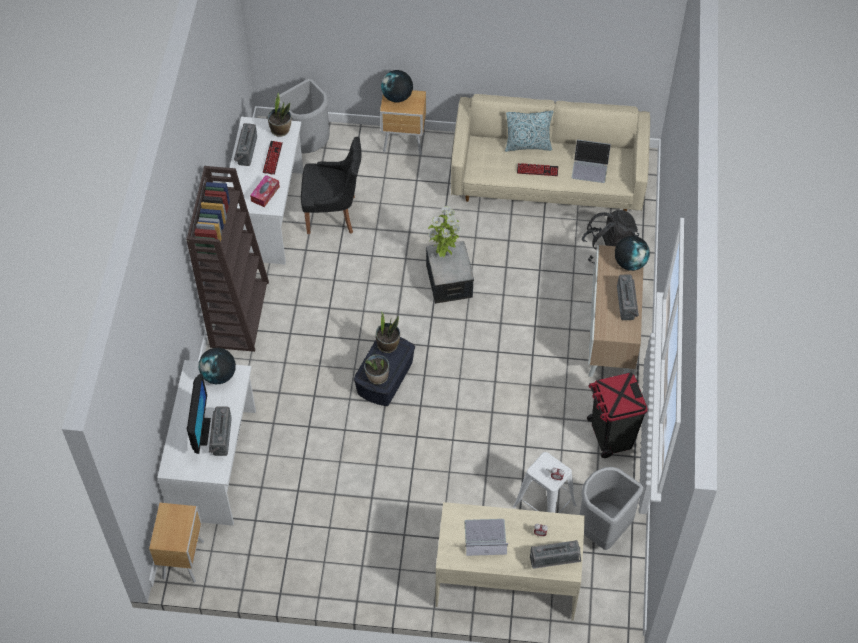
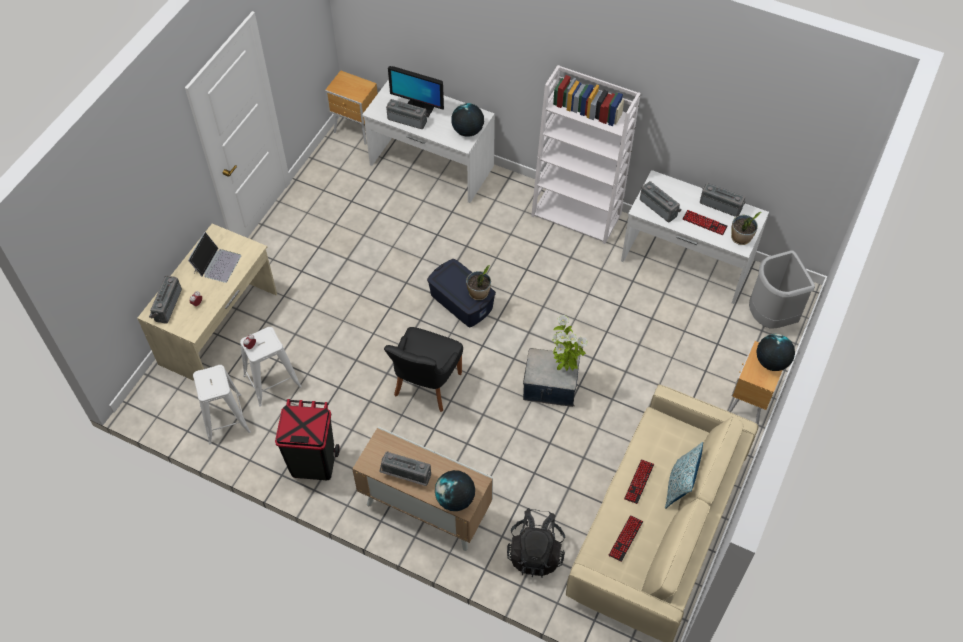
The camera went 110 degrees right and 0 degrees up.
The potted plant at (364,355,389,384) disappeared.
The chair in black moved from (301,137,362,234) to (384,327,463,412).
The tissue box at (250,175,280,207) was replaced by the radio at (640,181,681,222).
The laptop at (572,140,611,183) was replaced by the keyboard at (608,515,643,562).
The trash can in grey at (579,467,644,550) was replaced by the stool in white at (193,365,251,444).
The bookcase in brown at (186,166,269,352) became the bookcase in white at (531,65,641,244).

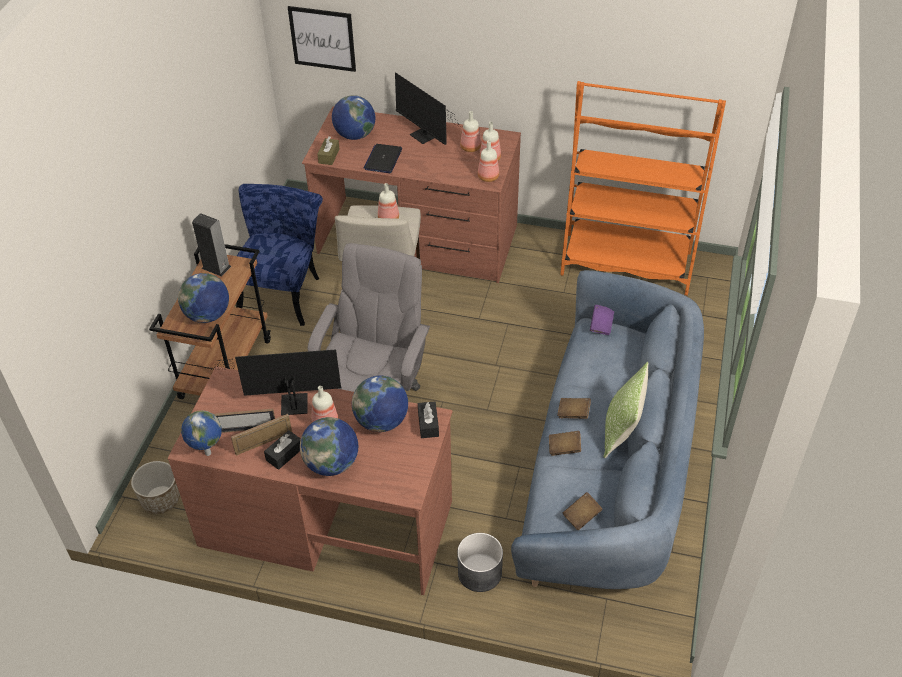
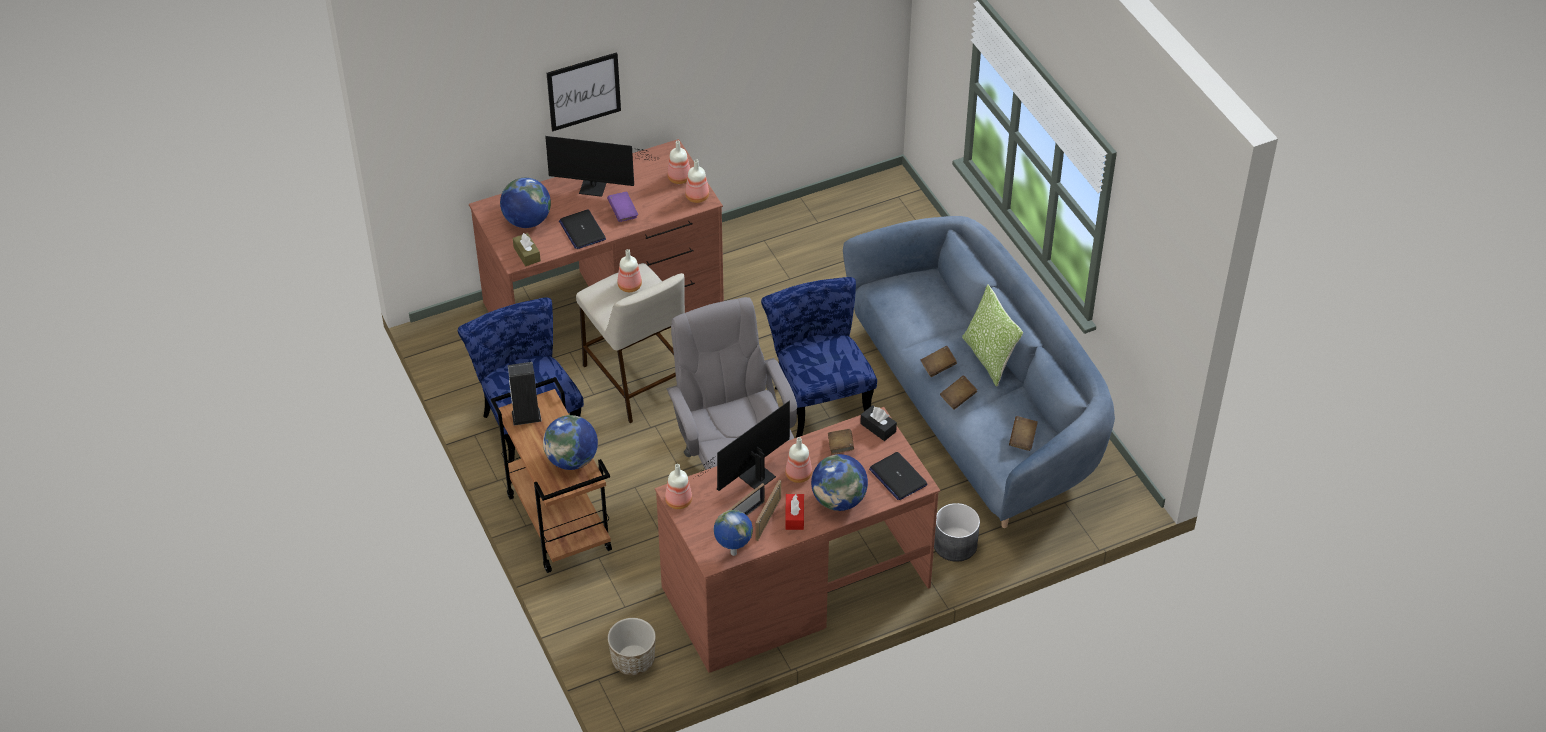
The camera went 40 degrees left and 0 degrees up.
The bookcase in orange at (560,81,726,296) disappeared.
The chair in blue at (761,277,877,438) appeared.
The laptop at (869,452,928,500) appeared.
The picture moved from (288,6,356,72) to (547,52,621,131).
The bottle moved from (460,111,481,152) to (665,464,692,509).
The book in purple moved from (590,305,614,335) to (607,191,638,222).
The globe at (352,376,408,432) was replaced by the book in brown at (828,429,854,455).
The tissue box in black at (264,430,301,470) became the tissue box in red at (785,494,804,530).

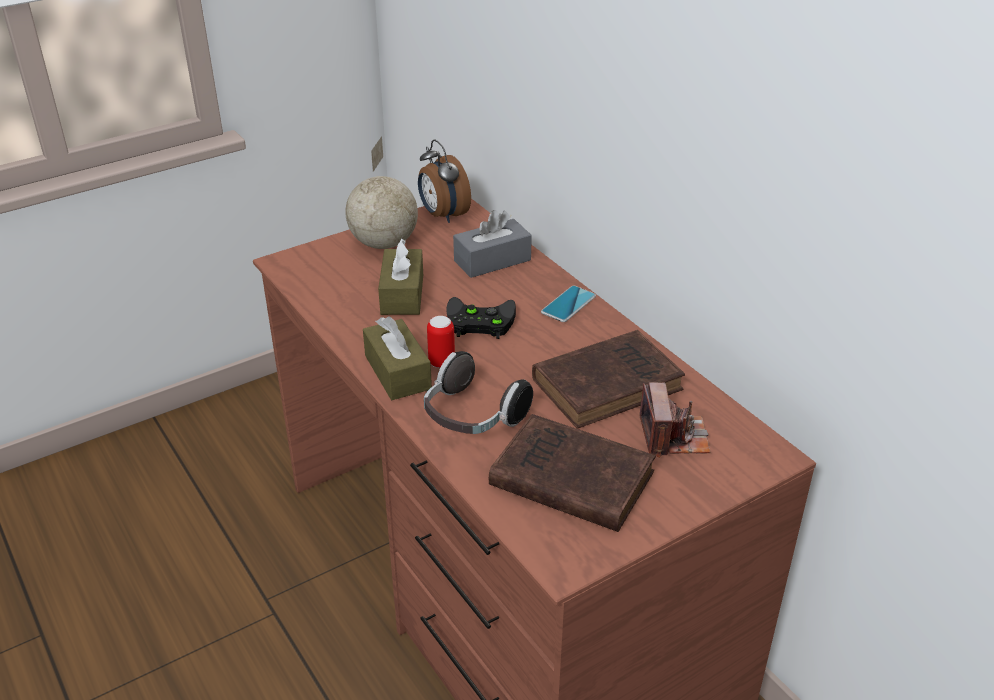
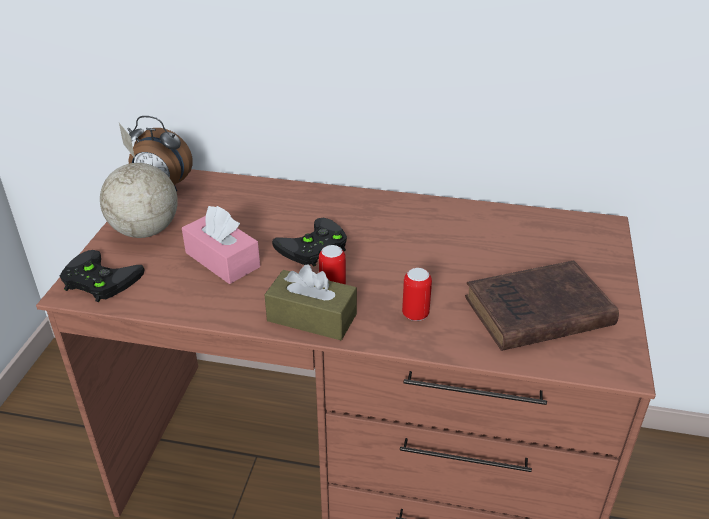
The camera went 45 degrees left and 0 degrees up.
The tissue box in grey at (453,210,532,278) disappeared.
The book in brown at (532,330,685,429) disappeared.
The phone at (541,285,596,322) disappeared.
The photo camera at (639,382,710,458) disappeared.
The game controller in black at (60,250,145,302) appeared.
The headphones at (424,351,533,434) was replaced by the can at (402,268,432,321).
The tissue box in brown at (378,239,423,315) became the tissue box in pink at (182,206,260,284).

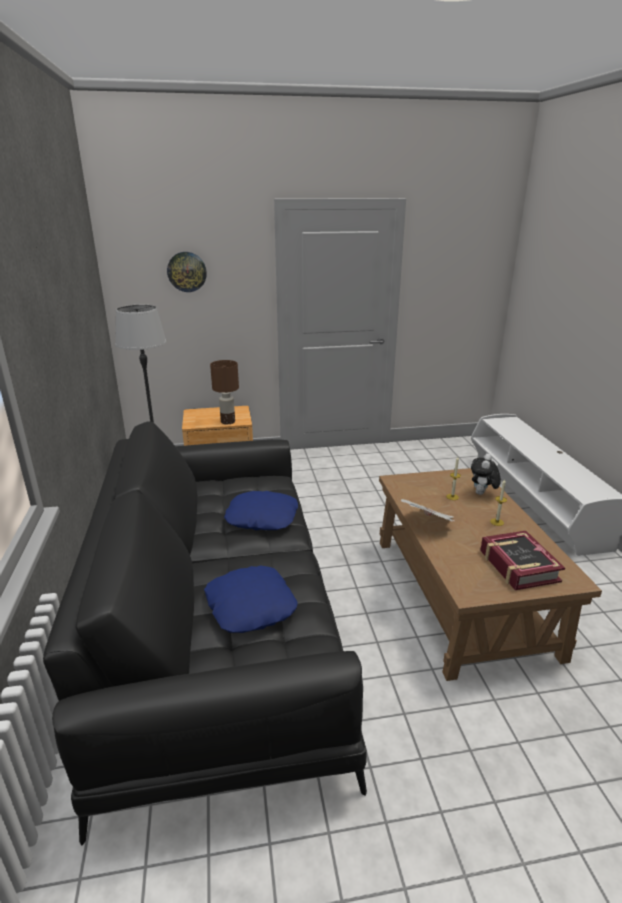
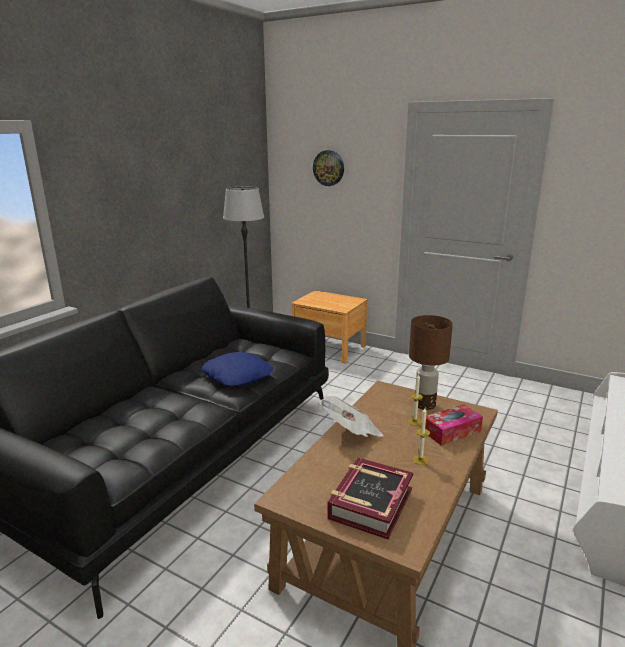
The camera went 40 degrees right and 5 degrees down.
The pillow in blue at (204,565,298,633) disappeared.
The table lamp in brown moved from (210,360,239,424) to (409,315,453,410).
The plush toy at (471,454,501,495) was replaced by the tissue box at (425,404,483,446).

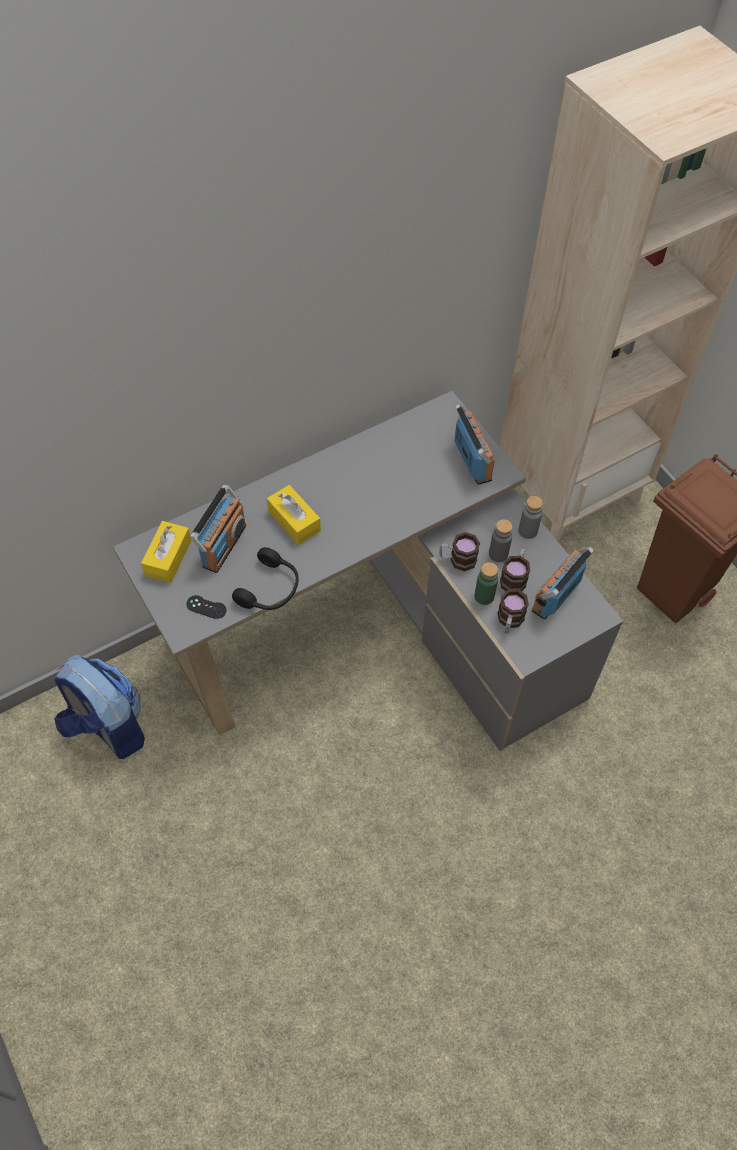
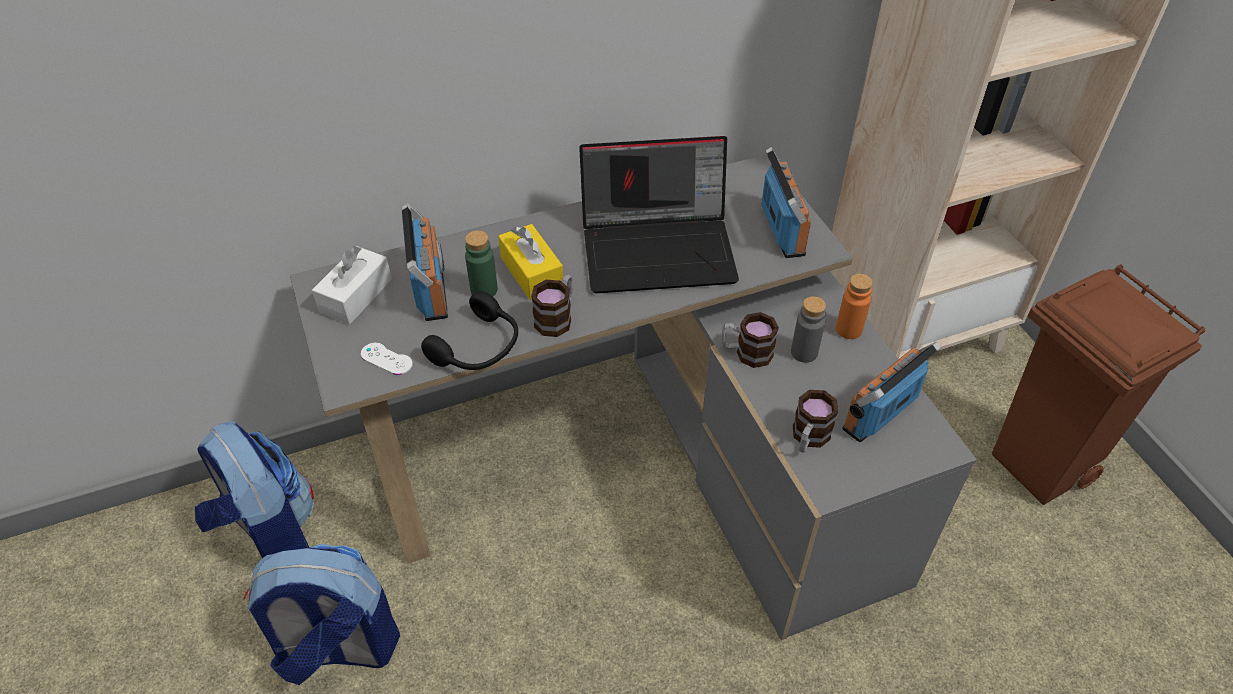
The camera went 10 degrees right and 10 degrees down.
The backpack at (244,544,400,685) appeared.
The laptop at (579,136,739,293) appeared.
The bottle in green moved from (475,562,498,605) to (465,230,498,296).
The mug moved from (500,549,530,591) to (531,275,573,337).
The tissue box in yellow at (141,521,192,583) became the tissue box in white at (312,246,392,324).
The game controller in black at (186,595,226,619) became the game controller in white at (361,343,413,375).
The bottle in grey at (519,496,543,539) became the bottle in orange at (836,273,873,339).
The radio at (190,485,246,573) turned 45 degrees counterclockwise.

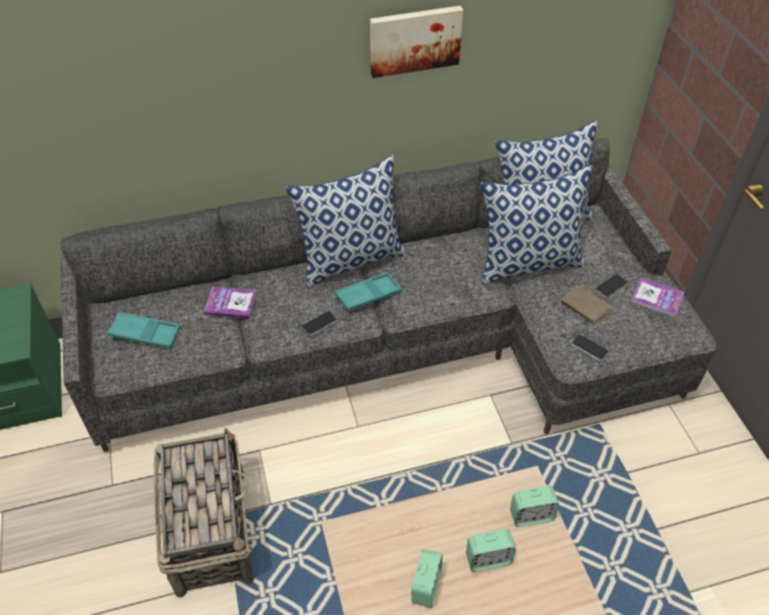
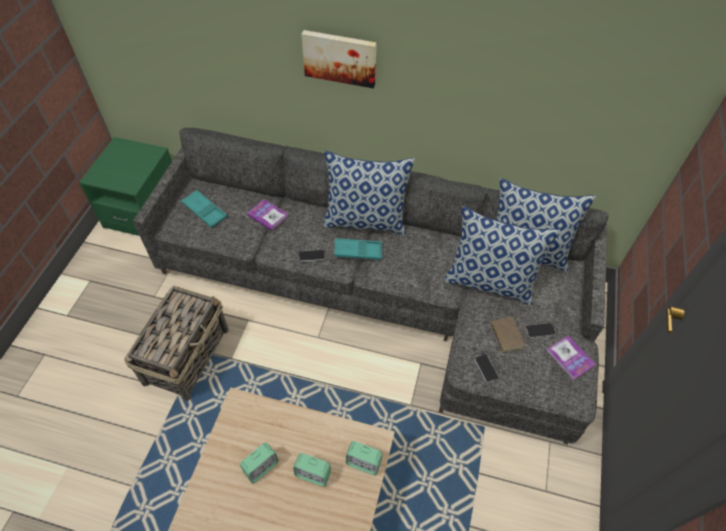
The camera went 30 degrees right and 5 degrees up.
The picture moved from (370,6,463,78) to (301,30,377,88).

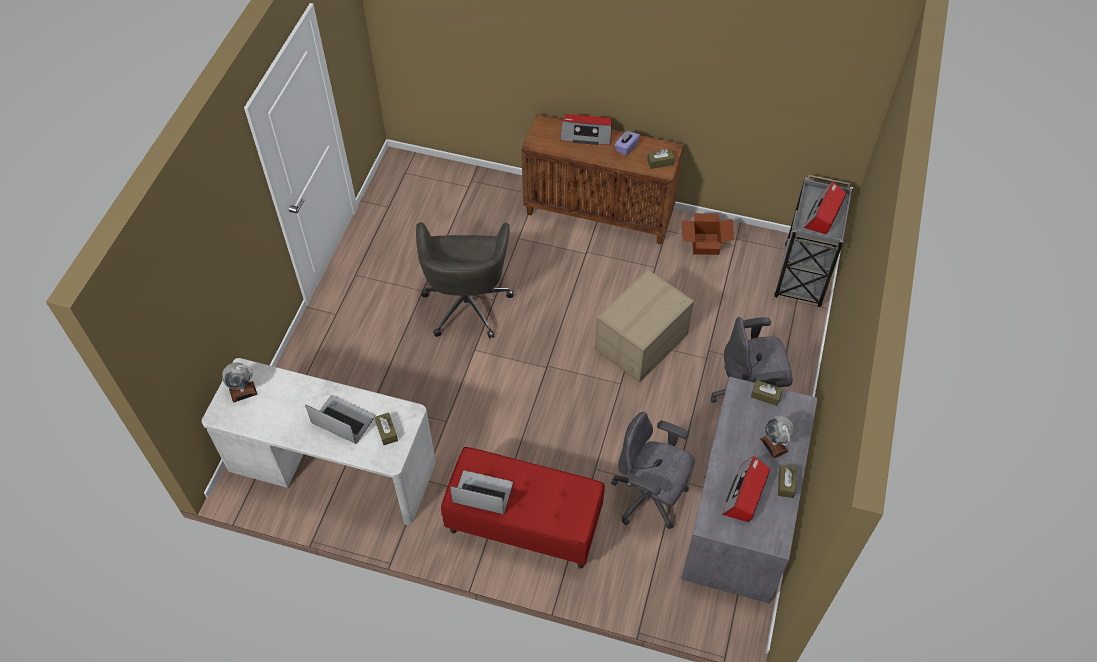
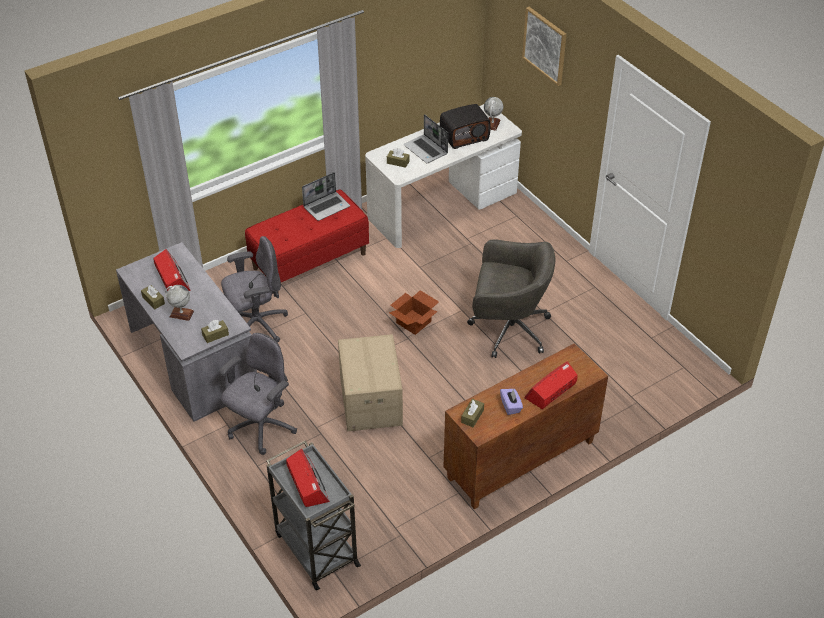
The camera went 130 degrees right and 10 degrees down.
The radio at (440,104,491,149) appeared.
The picture at (522,7,567,86) appeared.
The cardboard box moved from (681,213,734,255) to (389,290,439,335).
The laptop at (305,395,375,444) turned 75 degrees clockwise.
The office chair in grey at (416,222,514,339) turned 150 degrees clockwise.

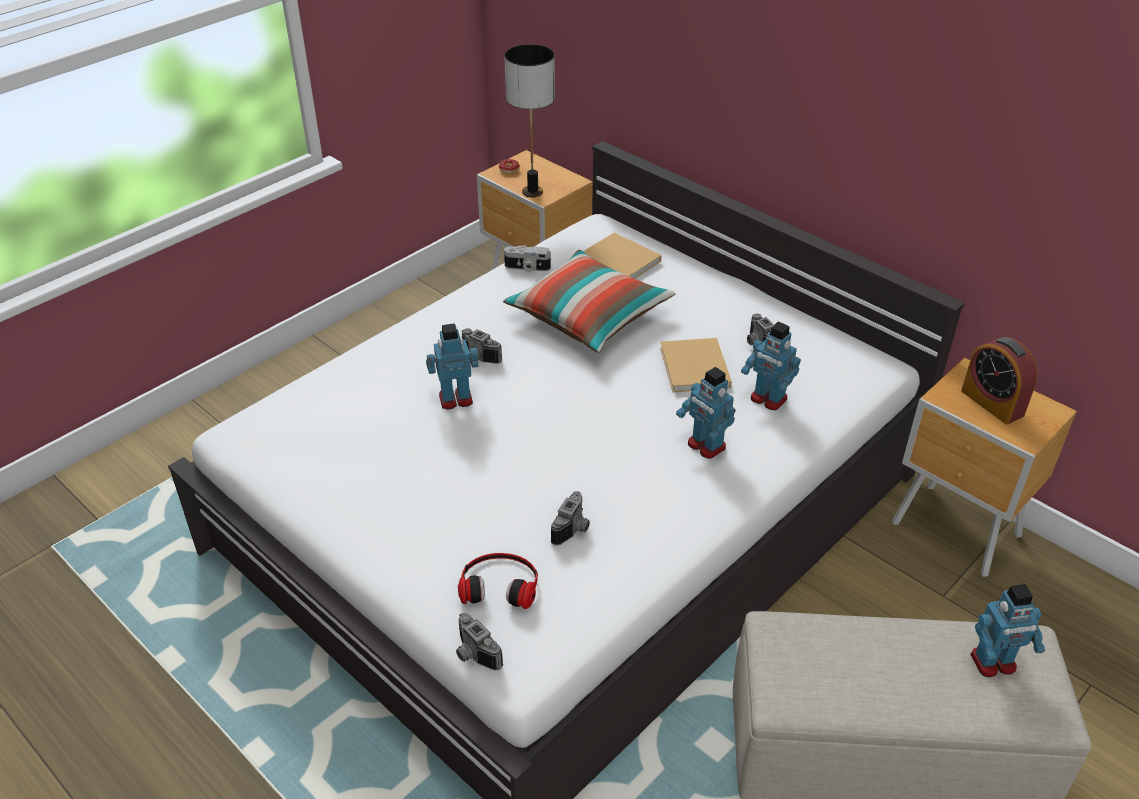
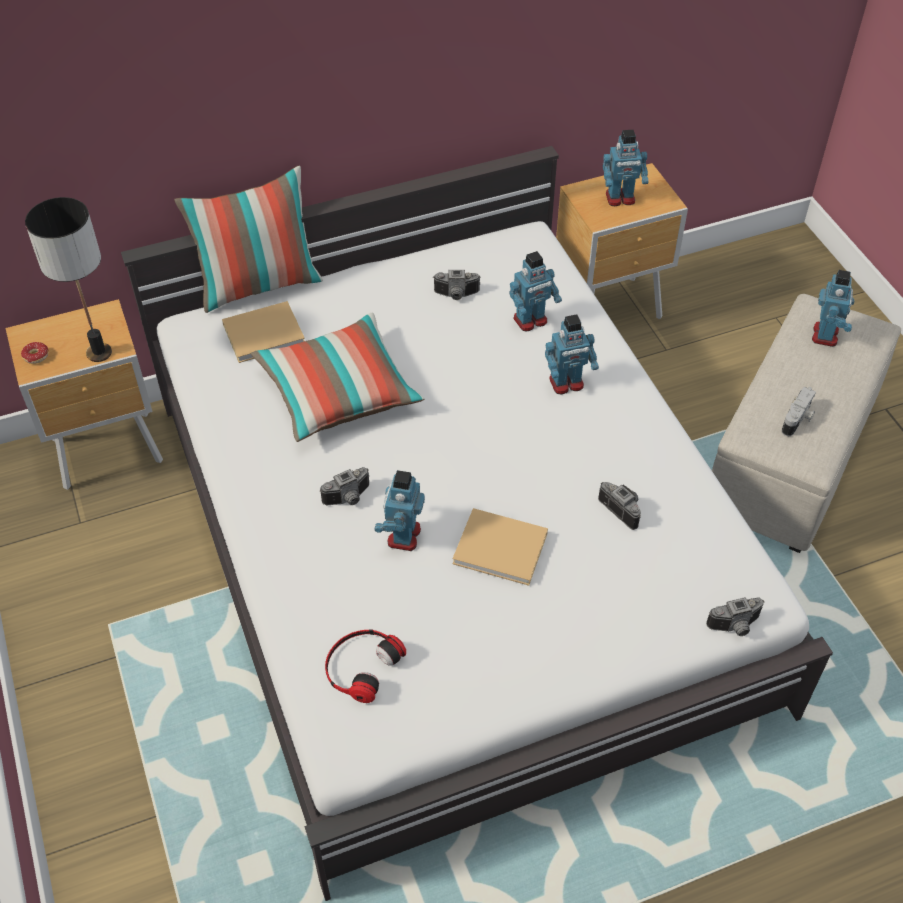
The camera went 65 degrees left and 10 degrees up.
The pillow at (174,166,323,313) appeared.
The headphones moved from (458,553,538,609) to (325,629,406,703).
The photo camera moved from (504,245,551,272) to (782,387,816,436).
The book in beige moved from (660,338,732,393) to (453,508,548,586).
The alarm clock at (961,337,1038,425) was replaced by the toy robot at (603,130,648,206).

